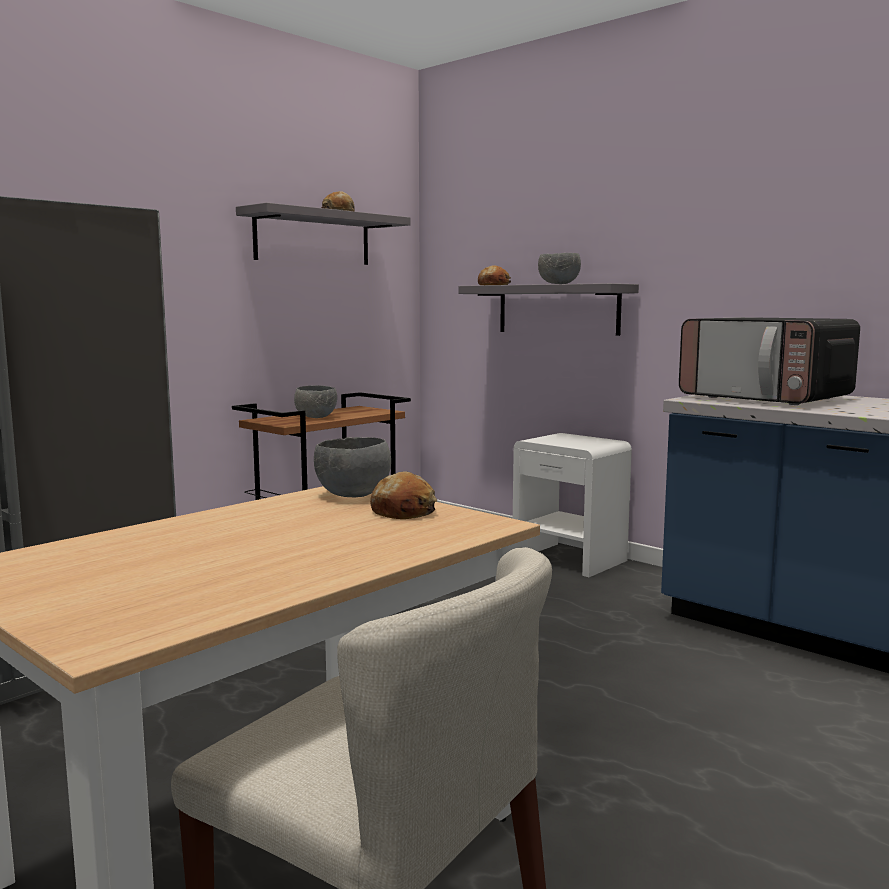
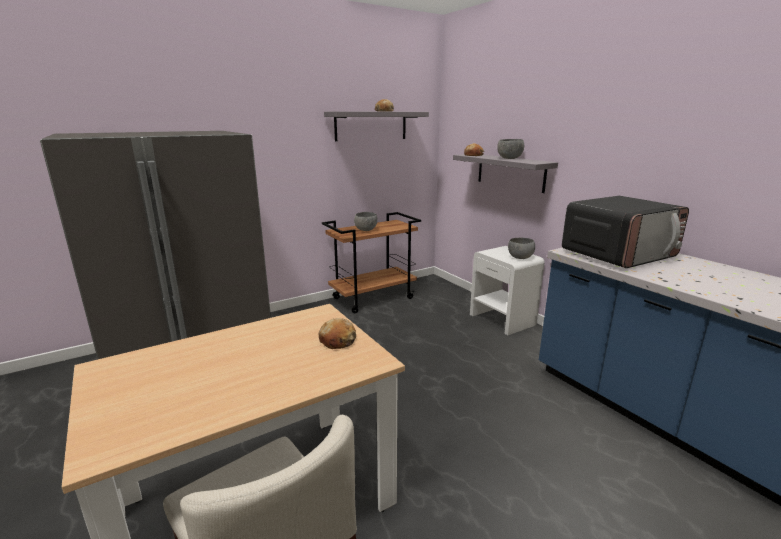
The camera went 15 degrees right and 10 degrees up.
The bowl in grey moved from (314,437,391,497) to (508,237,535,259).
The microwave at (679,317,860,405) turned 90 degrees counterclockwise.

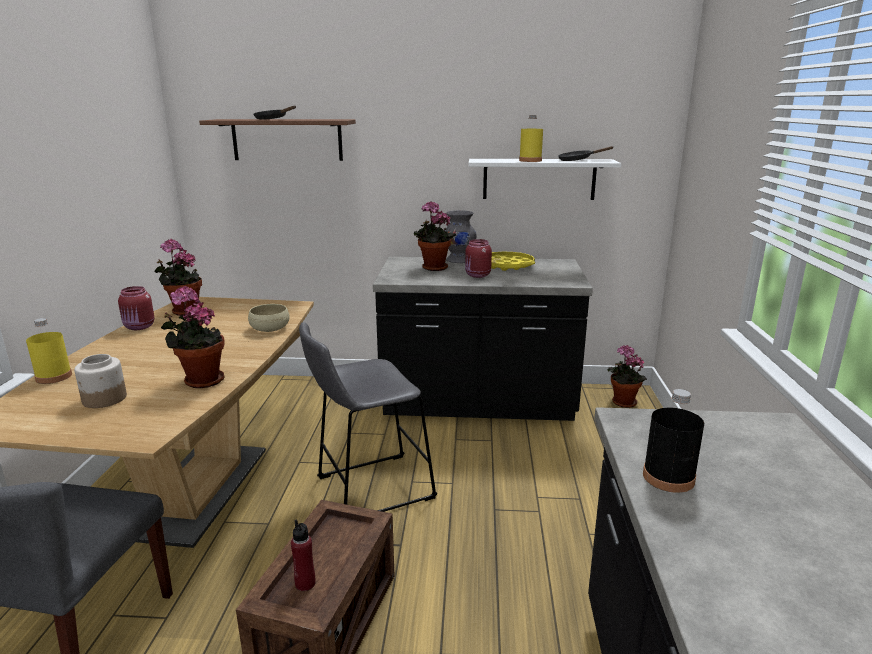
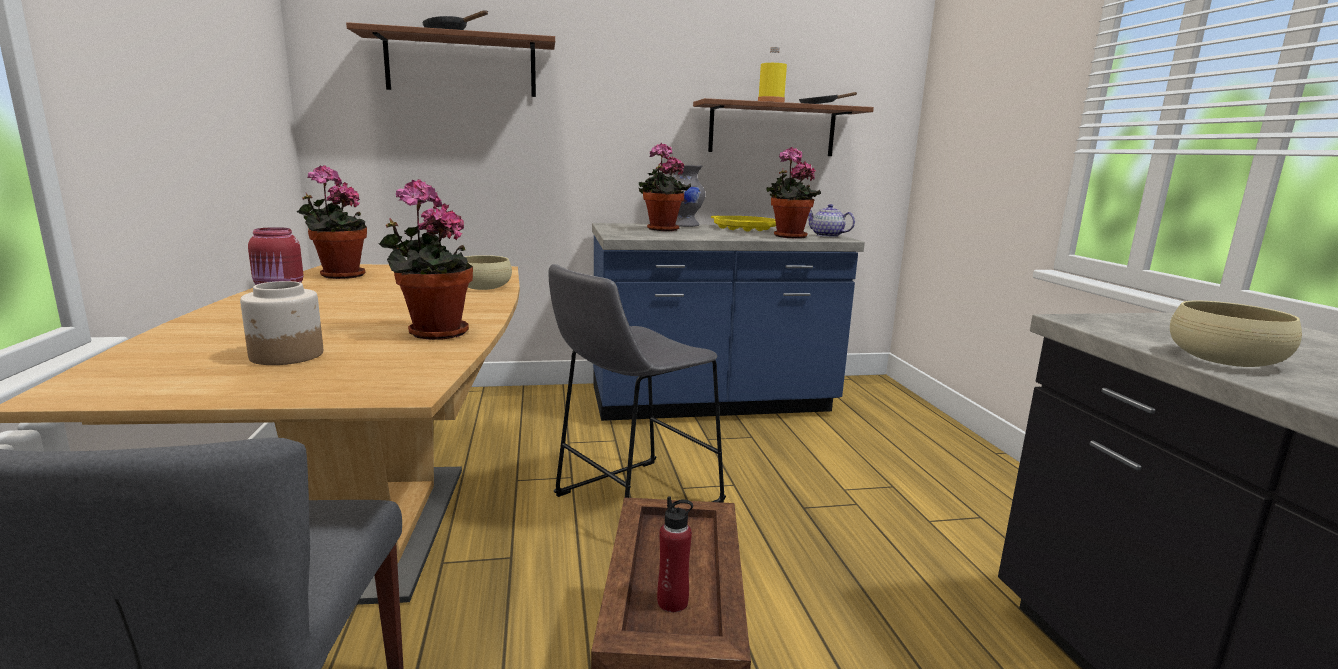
The camera went 15 degrees left and 5 degrees down.
The bottle in yellow at (26,318,72,384) disappeared.
The jar in red at (465,239,492,278) disappeared.
The teapot at (808,204,855,237) appeared.
The potted plant moved from (608,345,647,408) to (766,147,821,239).
The bottle in black at (643,389,704,493) was replaced by the bowl in beige at (1170,300,1302,367).
The counter in black at (373,257,593,421) became the counter in blue at (592,223,865,421).
The shelf in white at (468,159,622,200) became the shelf in brown at (693,98,874,156).

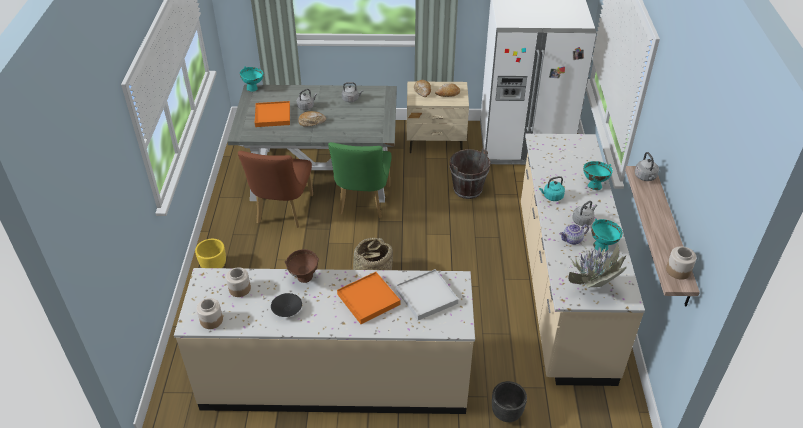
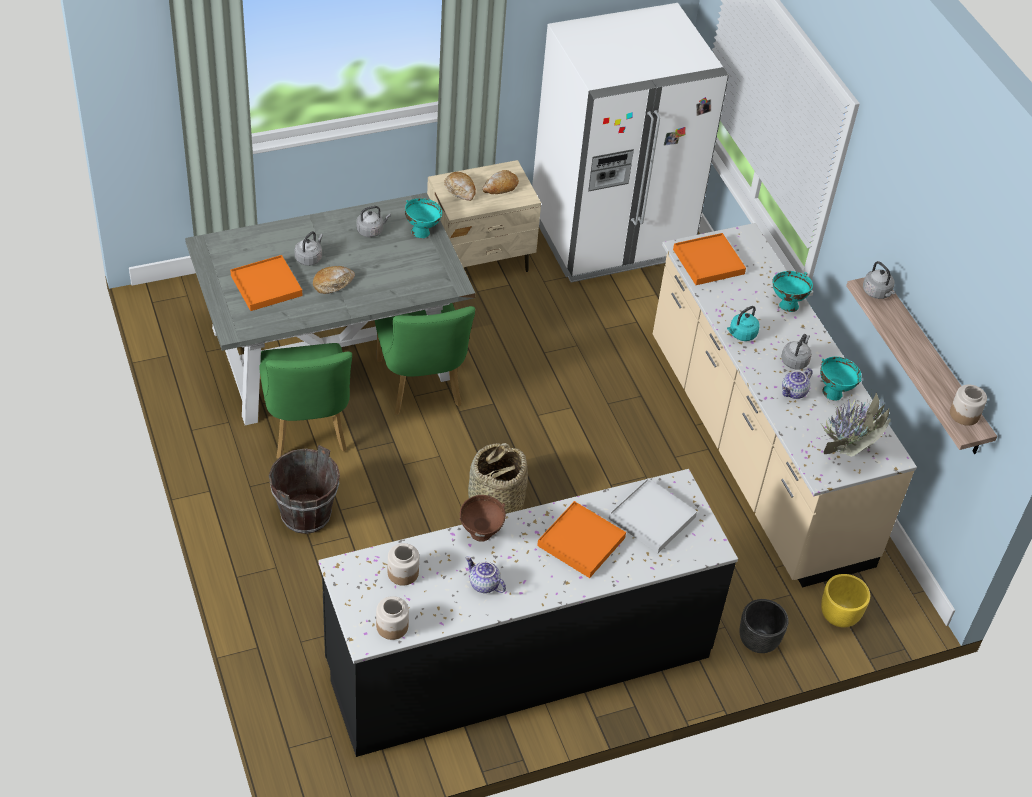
The camera went 25 degrees left and 5 degrees up.
The tray in orange at (673,233,746,285) appeared.
The planter in yellow moved from (195,239,226,268) to (821,574,870,628).
The bowl in turquoise moved from (240,66,264,92) to (405,198,442,238).
The bucket in brown moved from (449,148,490,199) to (269,445,340,534).
The bowl in black at (271,293,302,317) was replaced by the teapot at (465,556,506,593).
The counter in beige at (174,268,475,414) became the counter in black at (318,469,738,757).
The chair in brown at (238,151,313,228) became the chair in green at (259,343,352,459).

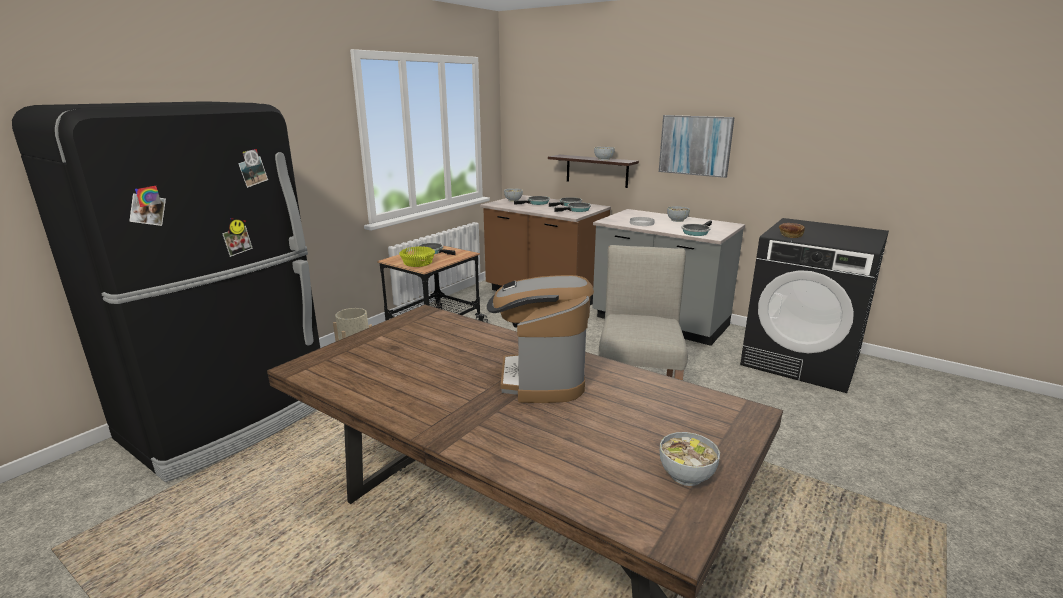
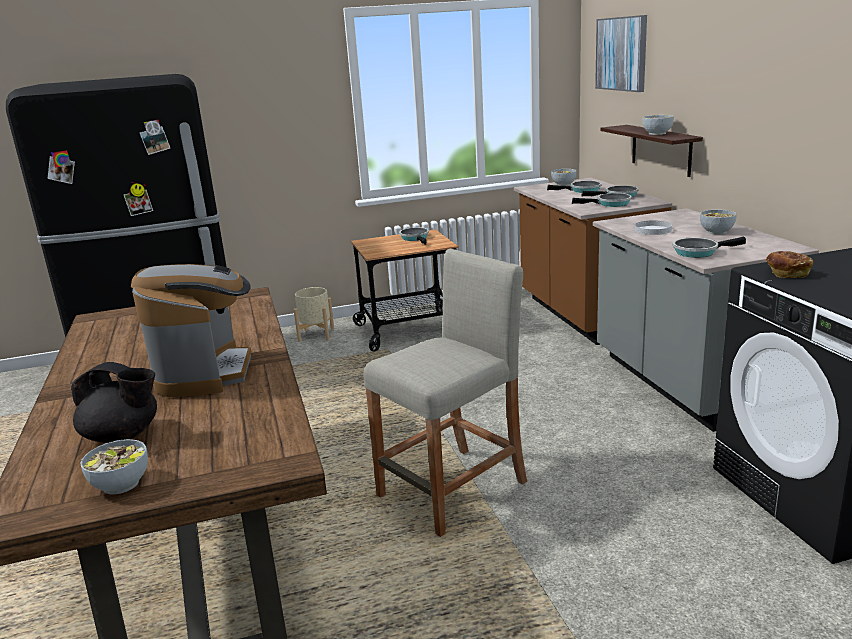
The camera went 40 degrees right and 0 degrees up.
The bowl in yellow at (399,246,435,267) disappeared.
The teapot in black at (71,362,157,443) appeared.
The picture moved from (659,115,735,178) to (595,15,647,92).
The coffee machine at (487,275,594,403) turned 135 degrees clockwise.

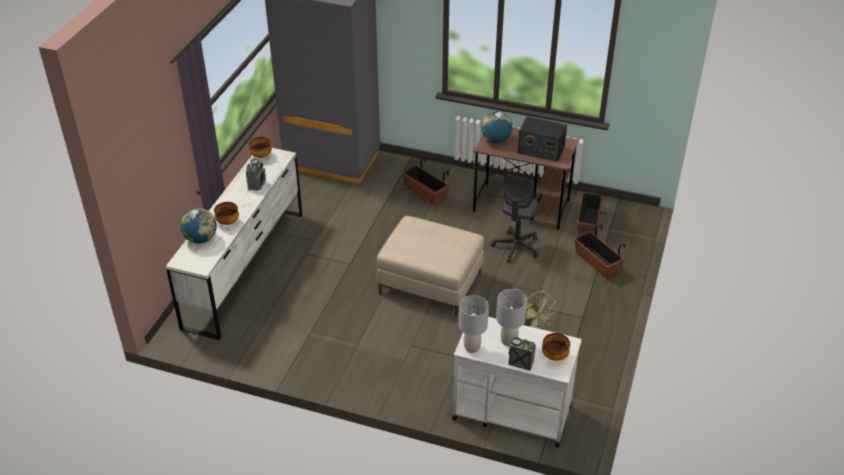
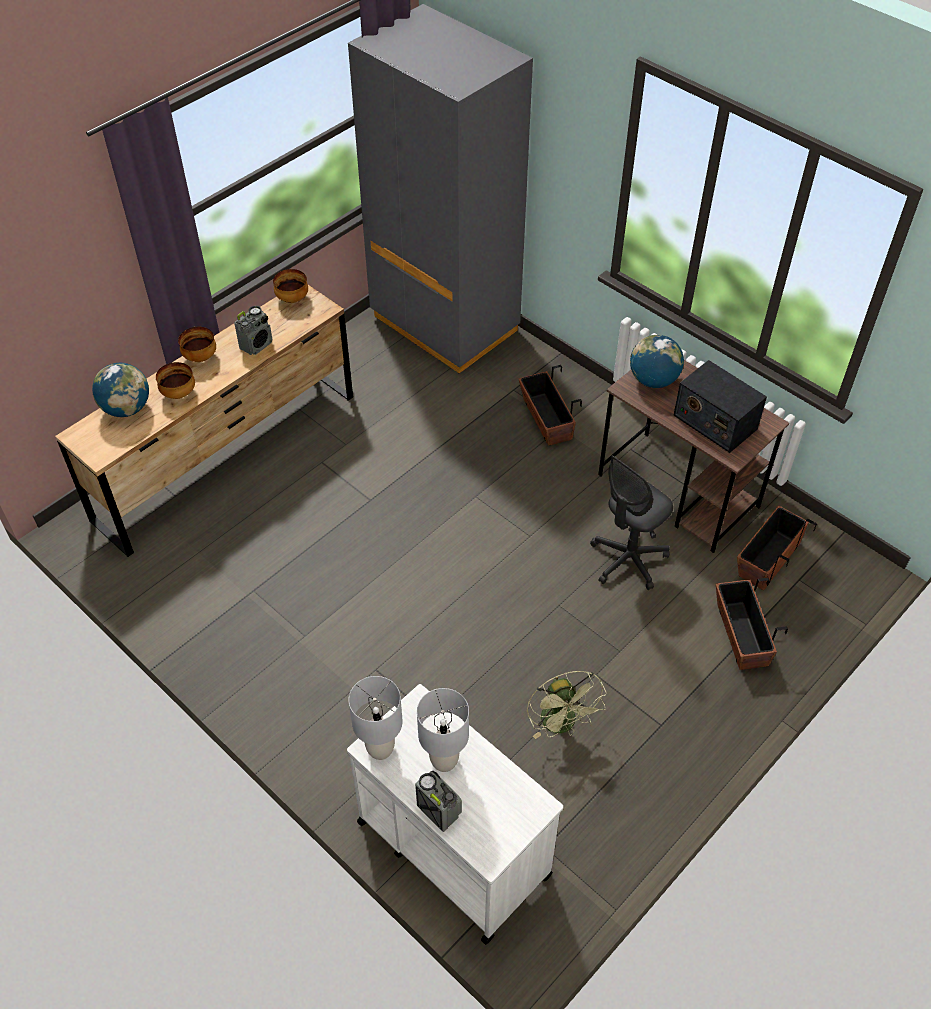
The camera went 25 degrees right and 10 degrees up.
The ottoman in beige at (377,216,484,316) disappeared.
The bowl moved from (542,333,570,361) to (178,327,216,362).
The dresser in white at (166,148,303,340) became the dresser in brown at (55,285,353,557).

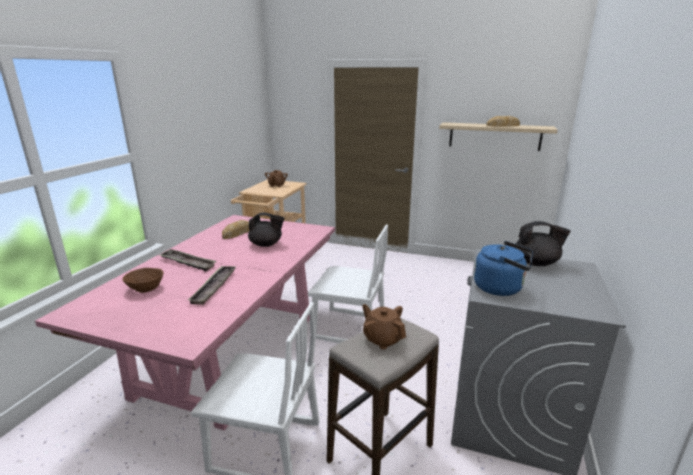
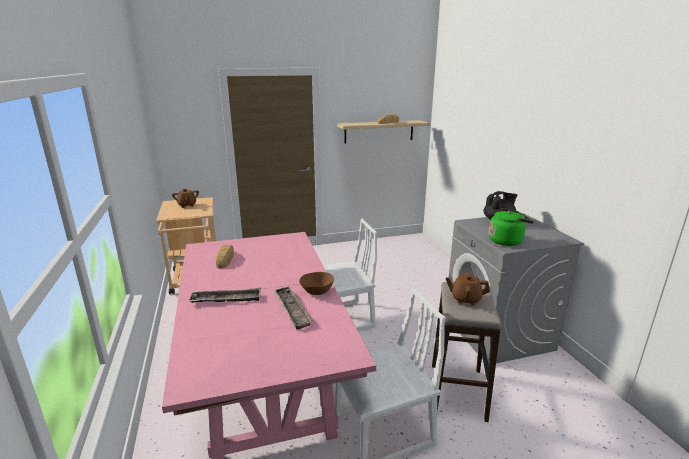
The camera went 35 degrees left and 0 degrees up.
The teapot in black at (248,212,284,247) disappeared.
The bowl in brown moved from (122,268,163,293) to (299,272,334,295).
The kettle in blue at (474,241,533,296) became the kettle in green at (489,208,534,246).

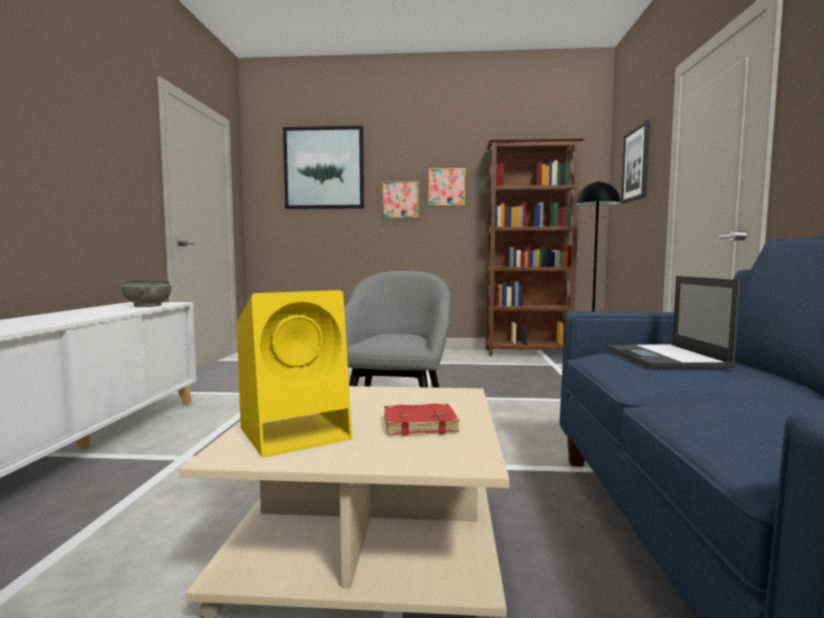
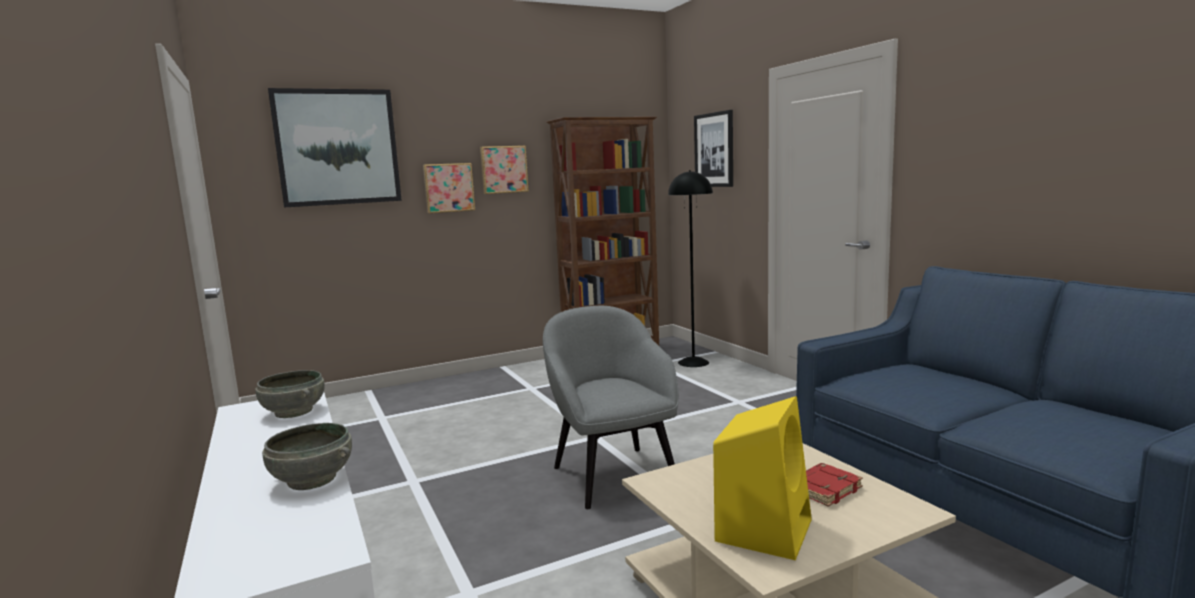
The camera went 30 degrees left and 5 degrees up.
The laptop at (605,276,740,369) disappeared.
The bowl in grey at (262,423,352,490) appeared.

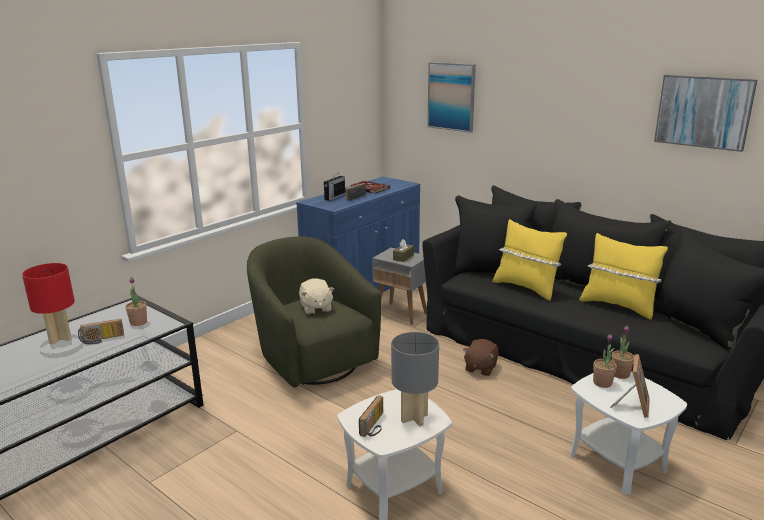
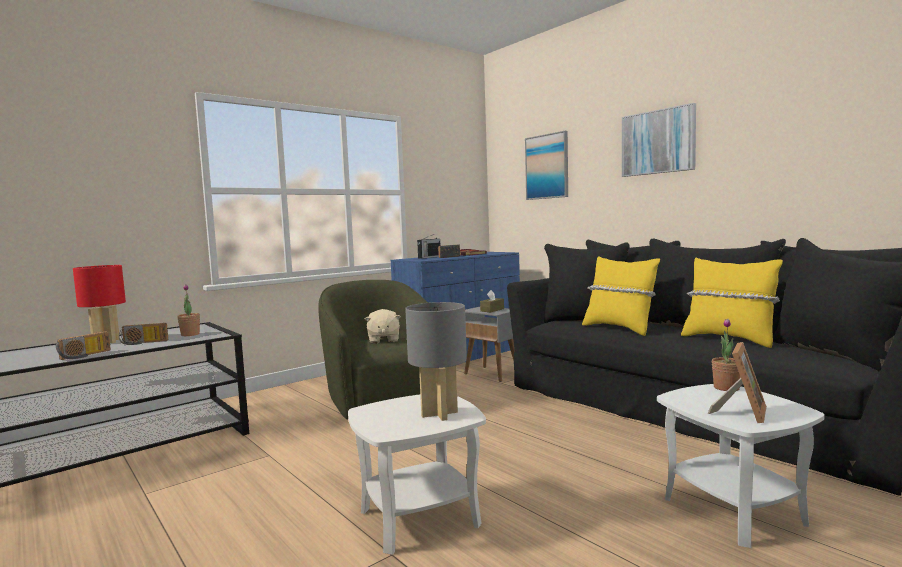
The camera went 10 degrees right and 15 degrees down.
The plush toy in brown at (463,339,499,376) disappeared.
The potted plant at (593,334,617,388) disappeared.
The radio moved from (359,395,383,437) to (56,331,111,360).
The picture moved from (654,75,757,152) to (622,103,696,177).

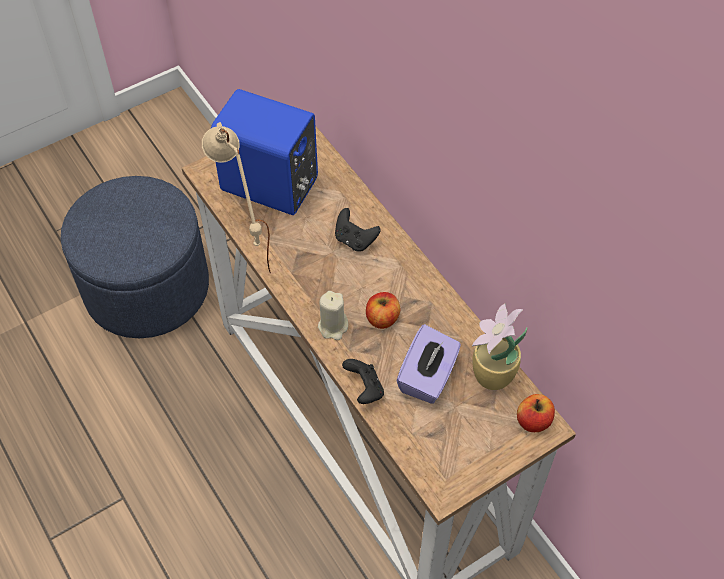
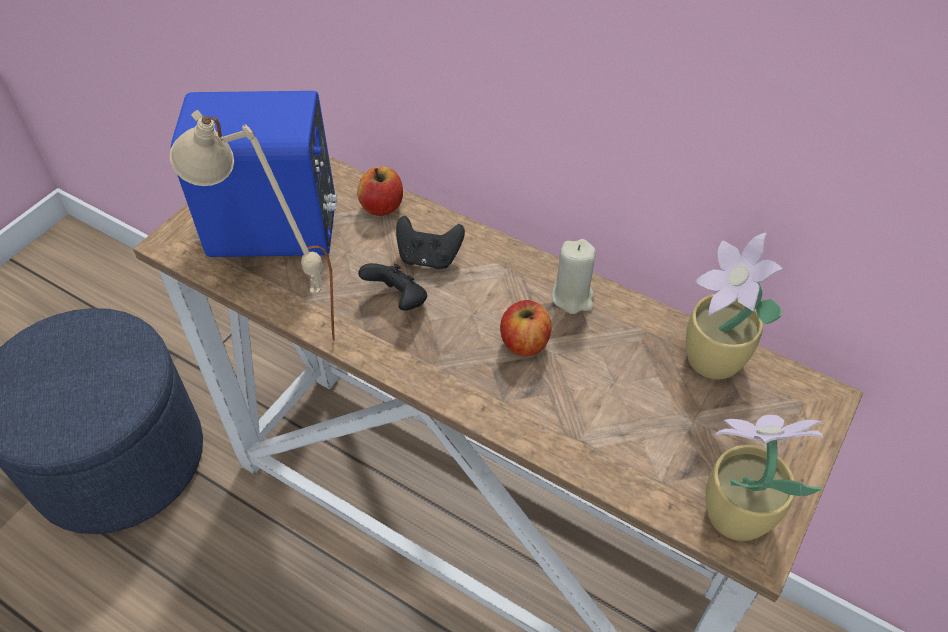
The camera went 25 degrees left and 5 degrees down.
The tissue box in purple at (397,324,461,404) disappeared.
The potted plant at (706,415,824,541) appeared.
The candle in beige moved from (318,291,348,340) to (552,239,596,314).
The game controller in black moved from (342,359,384,404) to (358,263,427,311).
The apple moved from (517,394,555,432) to (357,166,403,216).

